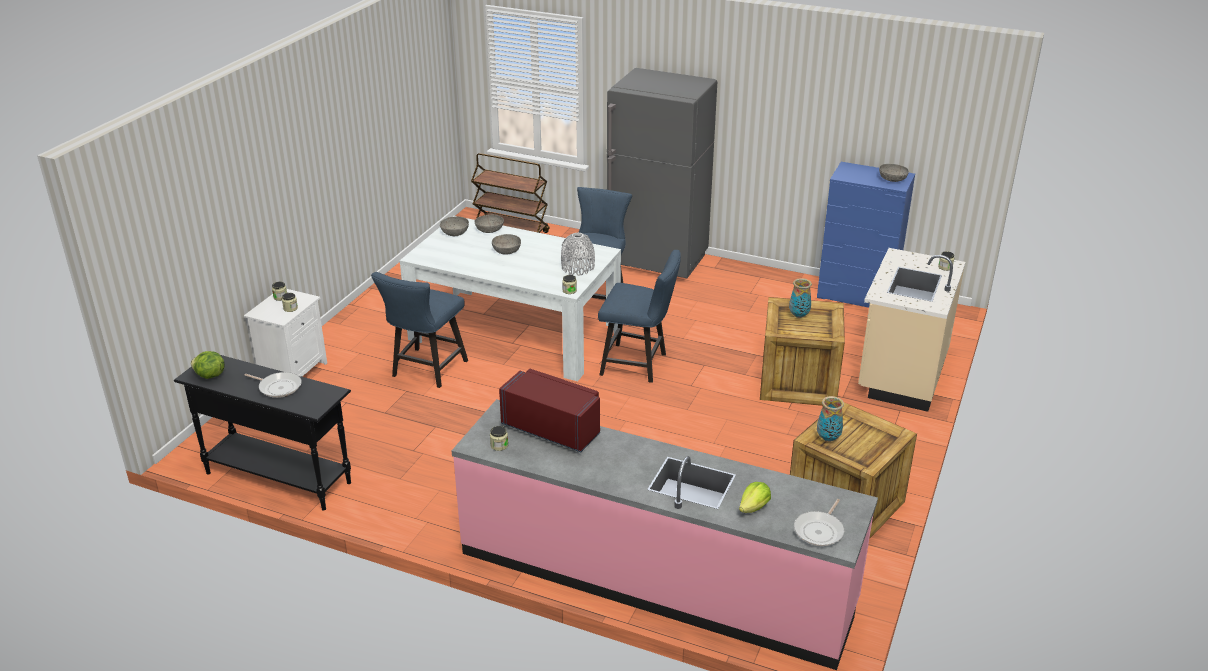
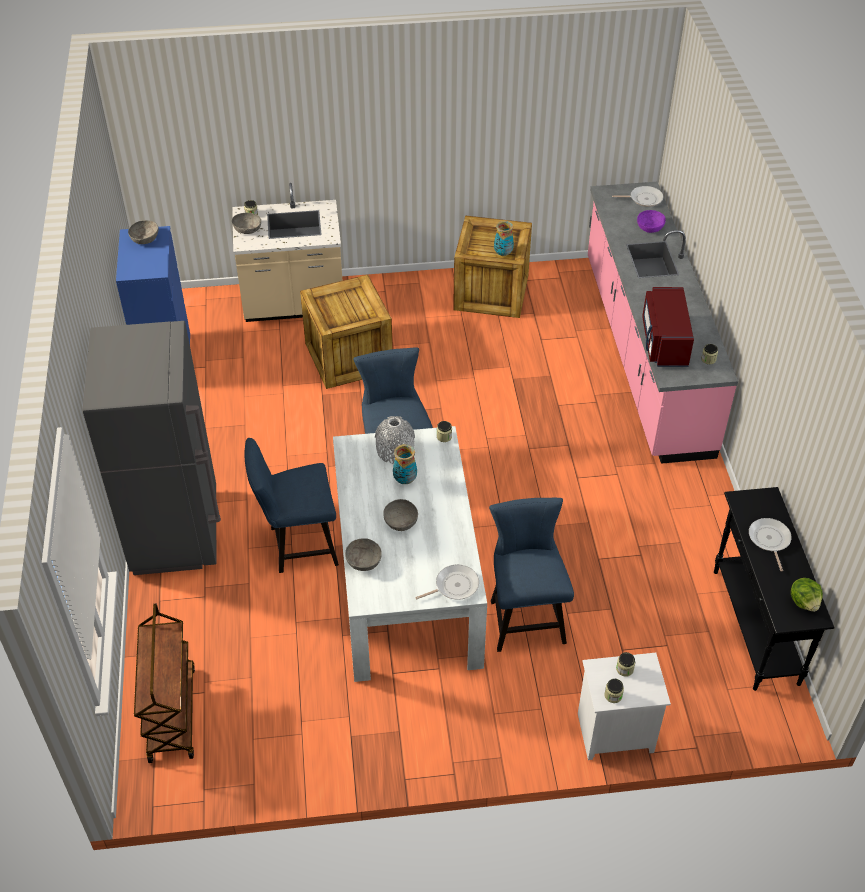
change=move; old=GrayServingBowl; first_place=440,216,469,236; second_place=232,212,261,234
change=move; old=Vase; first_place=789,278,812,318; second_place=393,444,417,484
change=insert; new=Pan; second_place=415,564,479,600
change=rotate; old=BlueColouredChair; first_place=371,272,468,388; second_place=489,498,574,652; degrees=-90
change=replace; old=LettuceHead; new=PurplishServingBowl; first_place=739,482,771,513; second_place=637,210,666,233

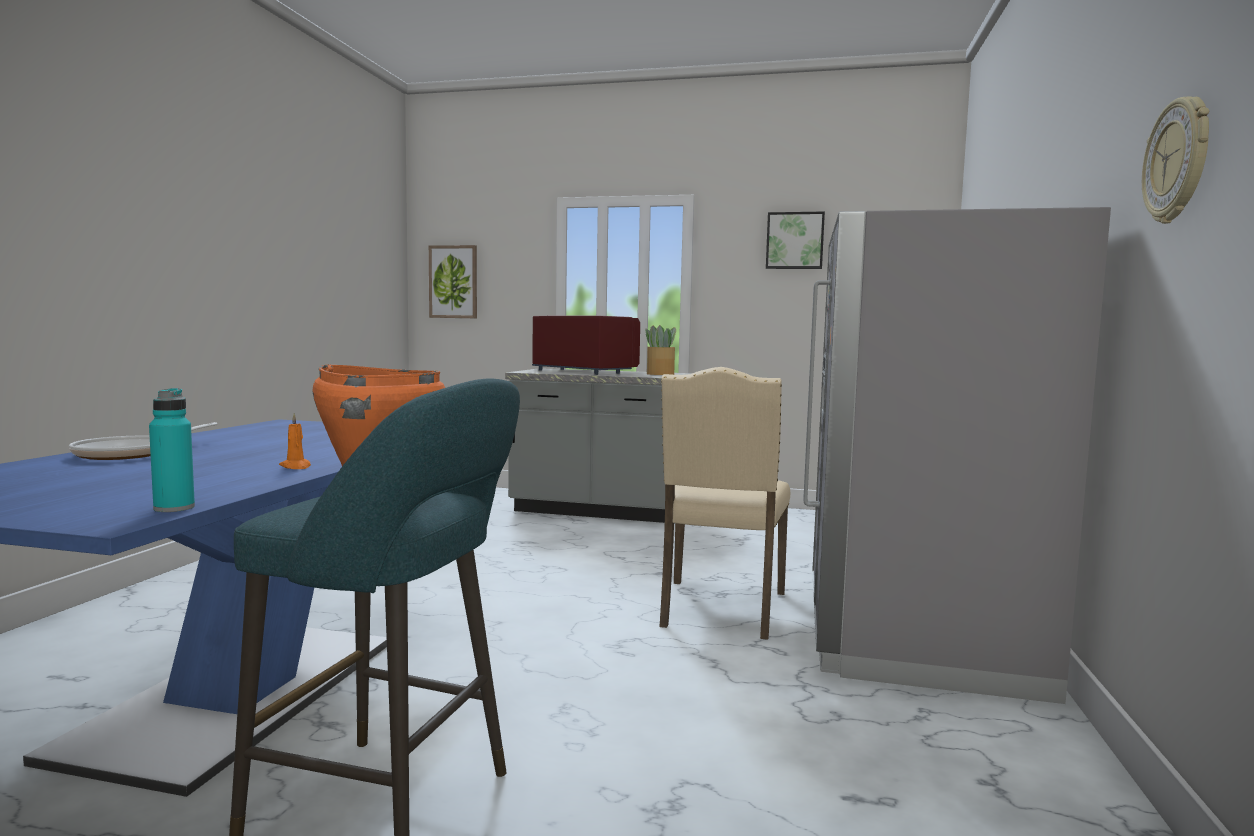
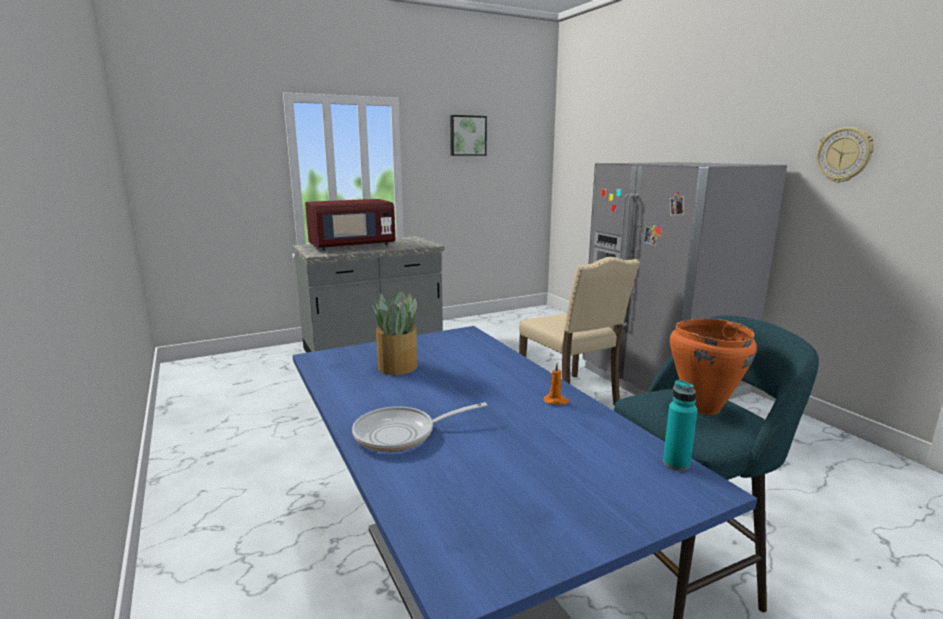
change=rotate; old=RedMicrowaveOven; first_place=532,316,640,375; second_place=305,199,395,250; degrees=150
change=rotate; old=Pan; first_place=69,422,218,460; second_place=352,402,488,452; degrees=90
change=move; old=PlantInAPot; first_place=646,325,676,375; second_place=372,291,417,375
change=delete; old=Picture; first_place=429,245,477,318

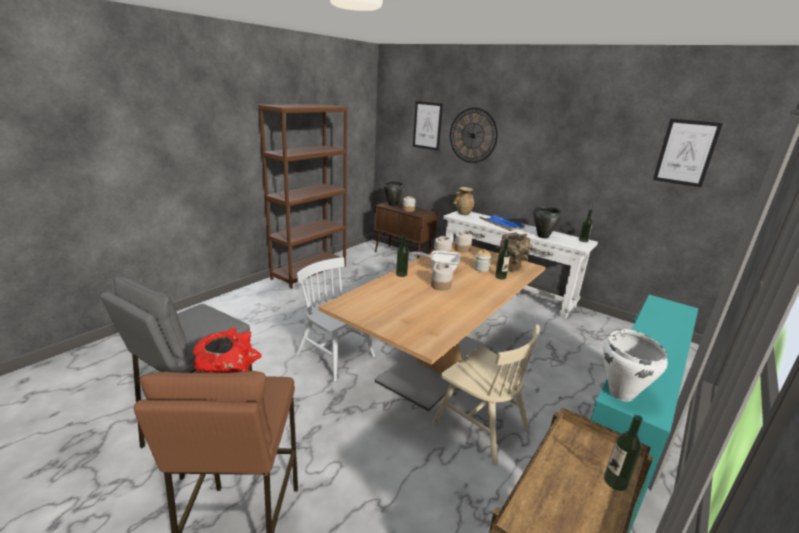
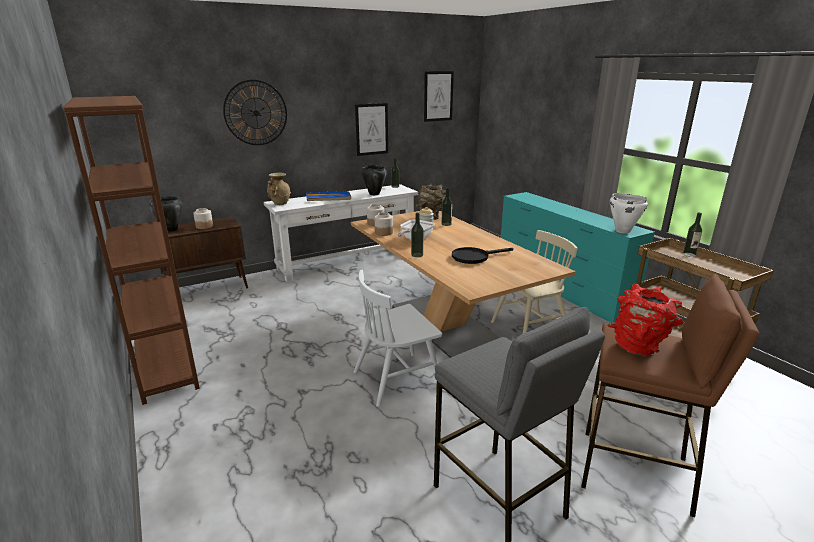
change=move; old=Picture; first_place=413,101,443,151; second_place=355,103,388,156
change=insert; new=BlackColouredPan; second_place=452,247,514,264
change=delete; old=Jar; first_place=431,263,453,291

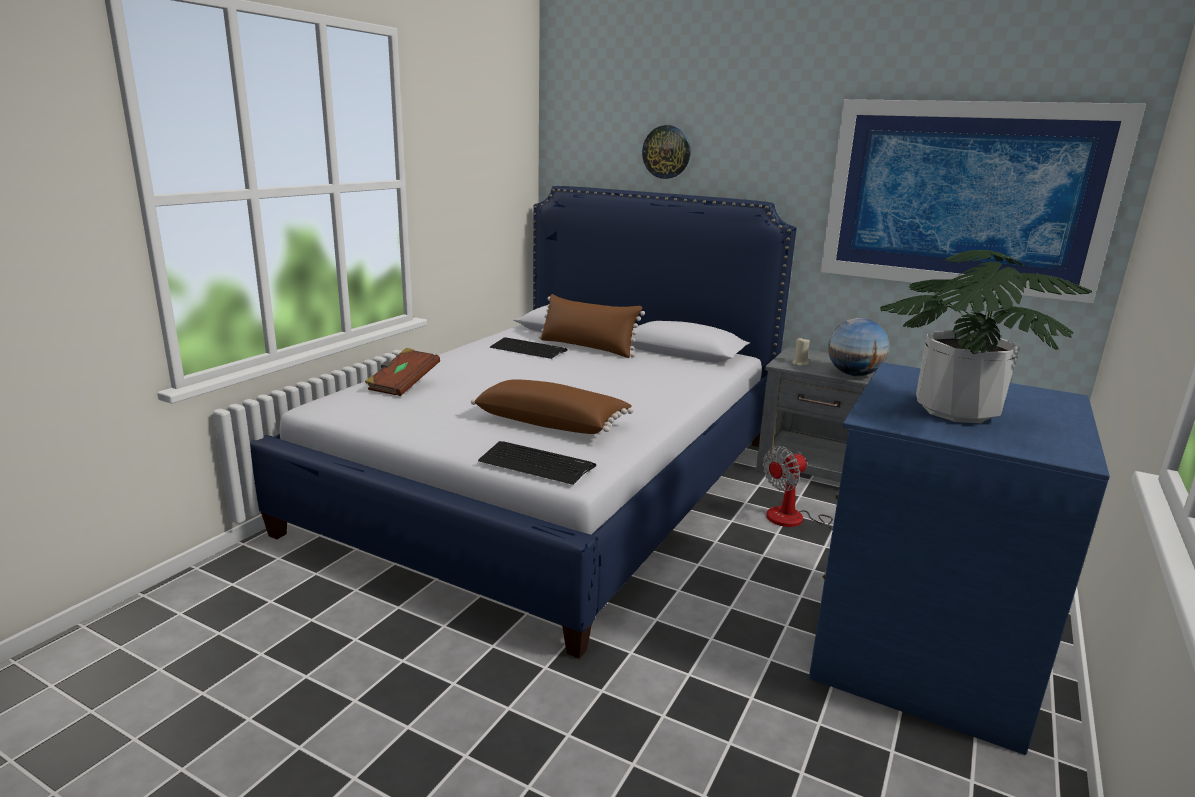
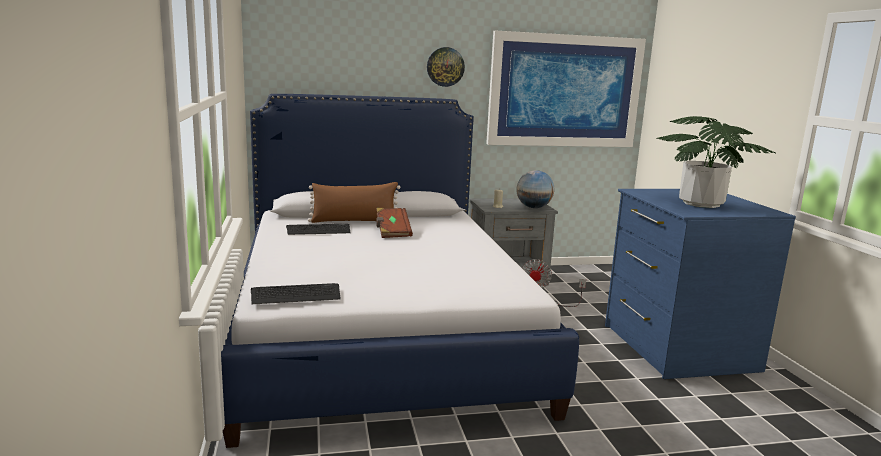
change=move; old=PcKeyboard; first_place=478,441,596,485; second_place=251,283,341,304
change=move; old=BrownishBoundBook; first_place=365,348,440,396; second_place=376,208,413,238
change=move; old=WallClock; first_place=642,125,690,179; second_place=427,47,465,87
change=delete; old=BrownishPillow; first_place=471,380,634,434

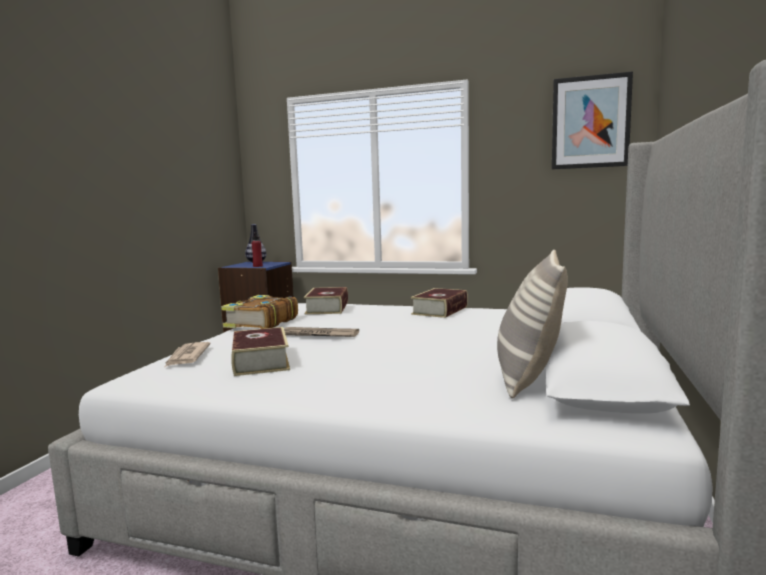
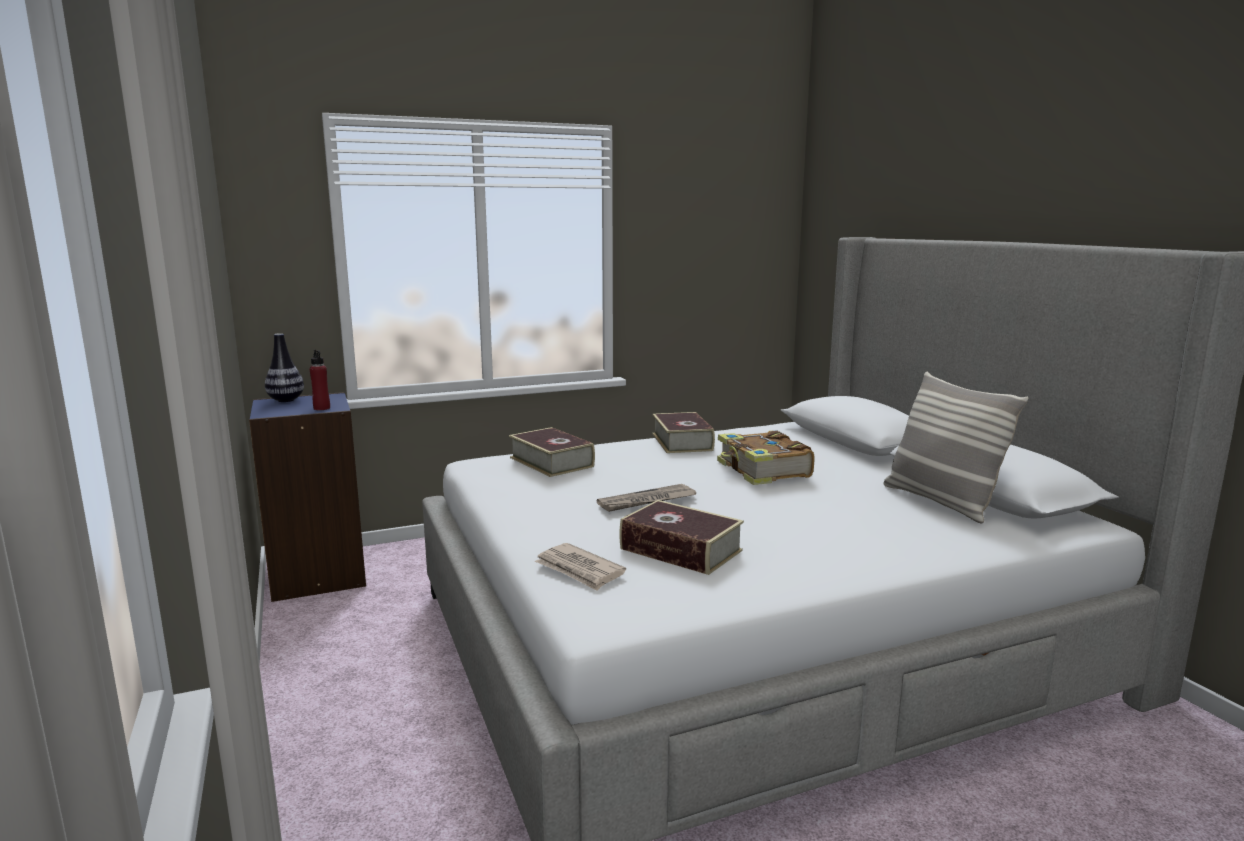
change=move; old=BoundBook; first_place=221,295,298,329; second_place=717,430,814,485
change=delete; old=Picture; first_place=552,71,633,169

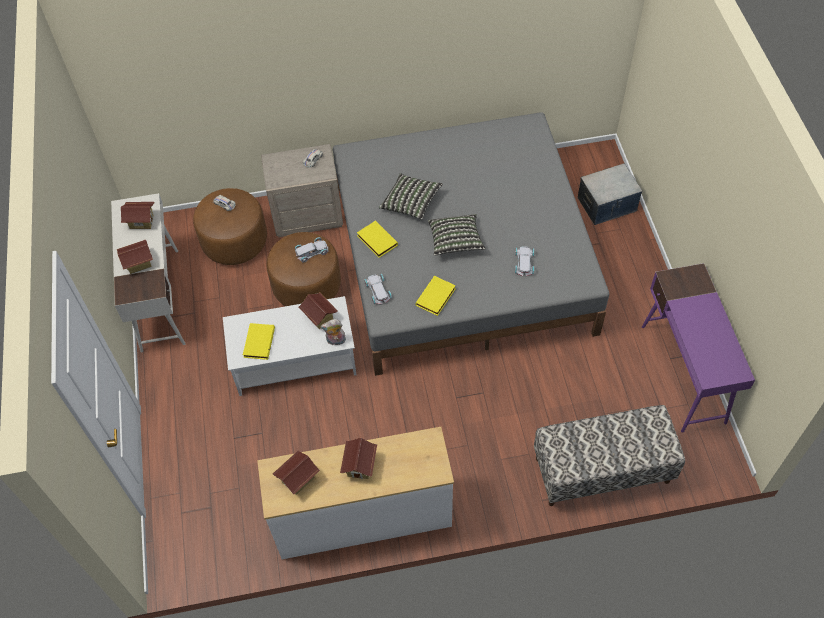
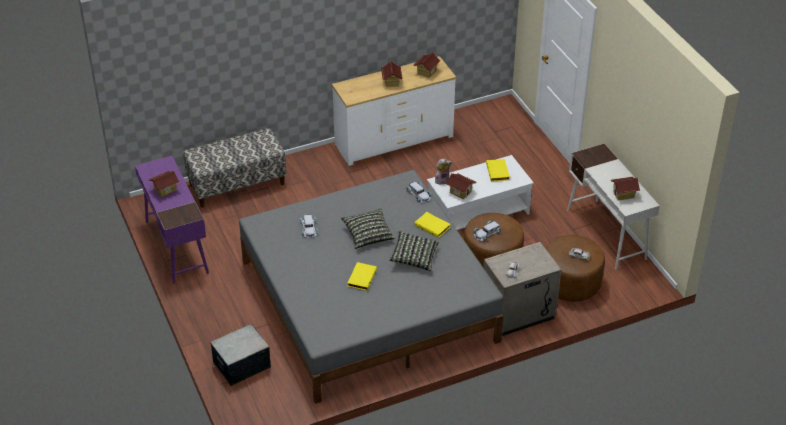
change=move; old=ModelHouse; first_place=117,240,153,274; second_place=149,171,180,198
change=move; old=YellowColouredBoundBook; first_place=415,276,456,316; second_place=347,262,377,291

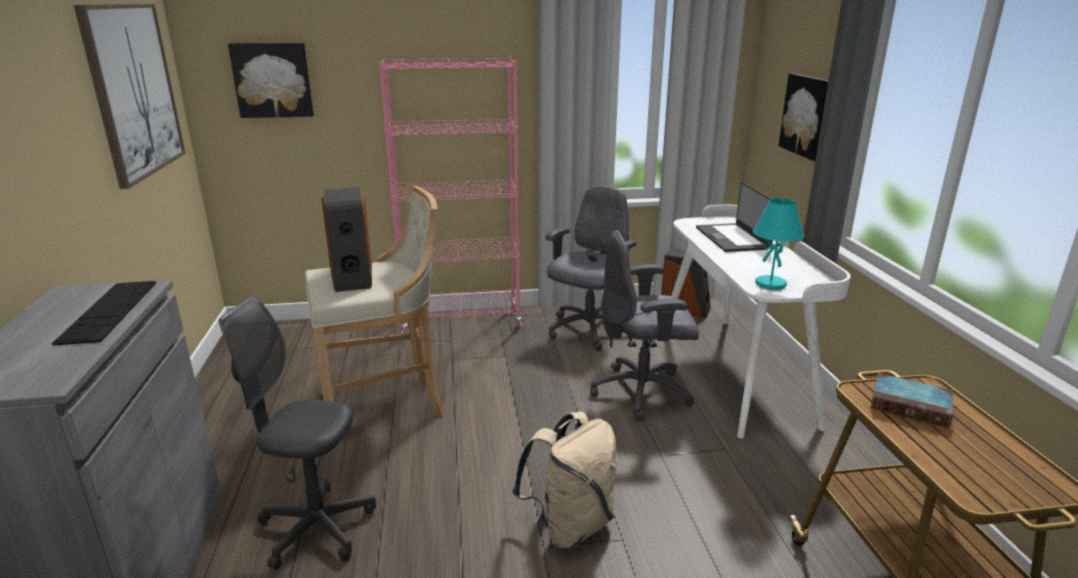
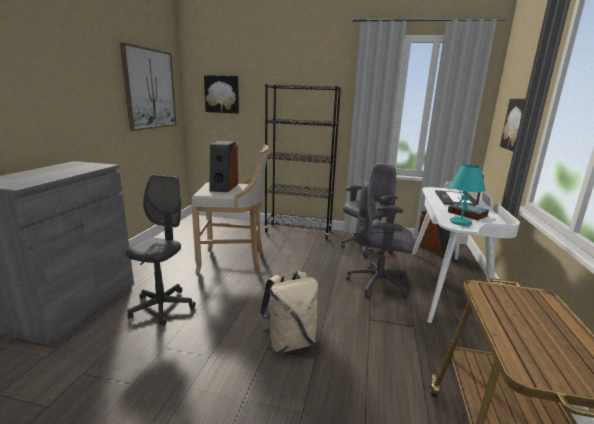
change=rotate; old=GrayDeskChair; first_place=219,296,376,570; second_place=126,175,196,326; degrees=75
change=recolor; old=PinkBookcase; new=BlackColouredBookcase; first_place=379,57,522,334; second_place=264,84,341,240
change=move; old=BoundBook; first_place=871,373,953,428; second_place=448,203,489,220
change=delete; old=PcKeyboard; first_place=52,281,156,345

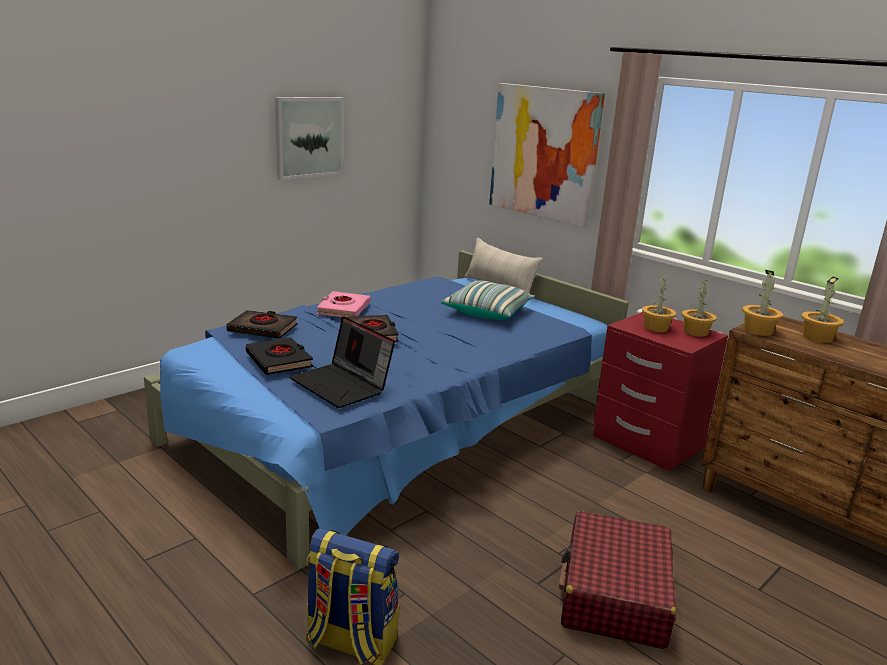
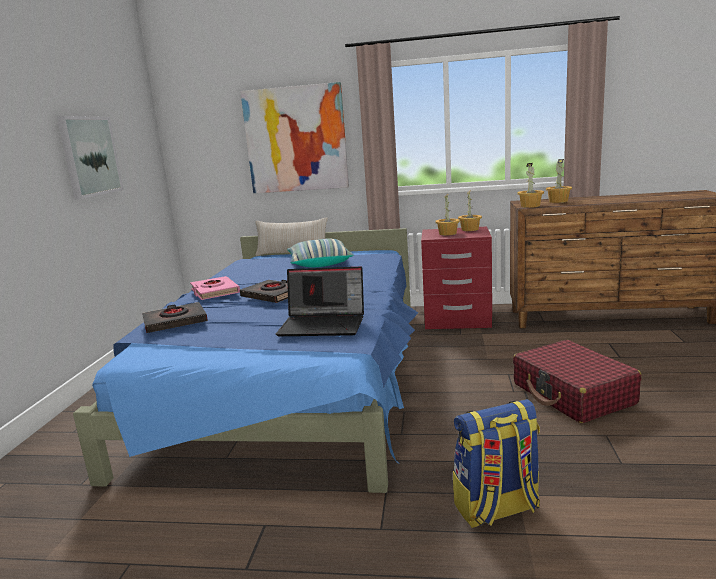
change=delete; old=BlackColouredBoundBook; first_place=246,337,313,375

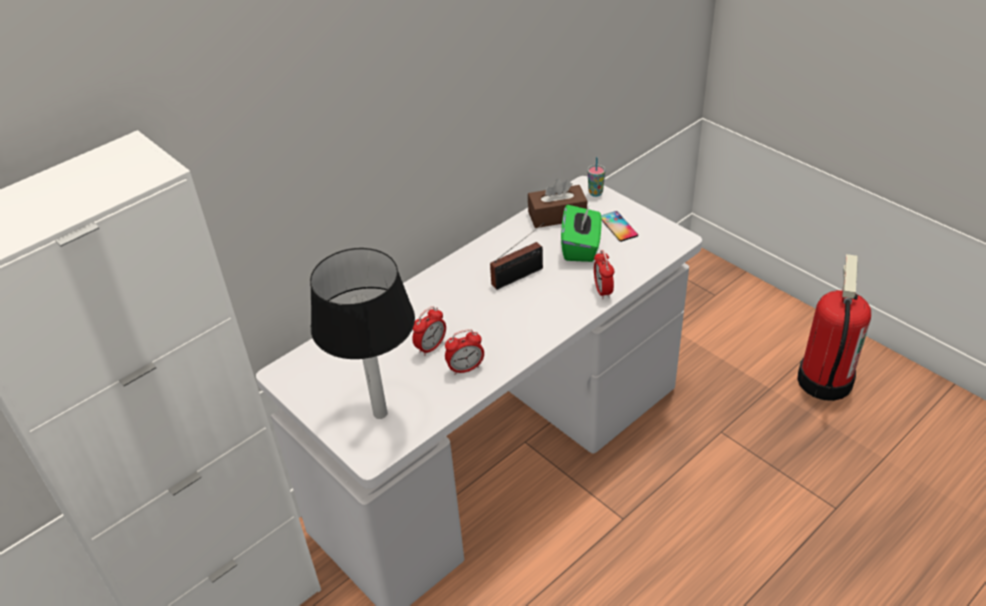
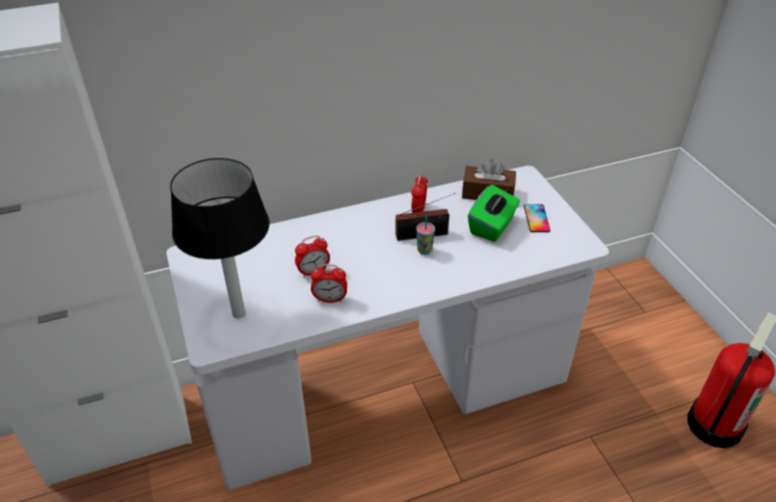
change=move; old=AlarmClock; first_place=594,250,614,299; second_place=411,174,428,213
change=move; old=SmallCup; first_place=587,157,605,197; second_place=416,216,435,255

